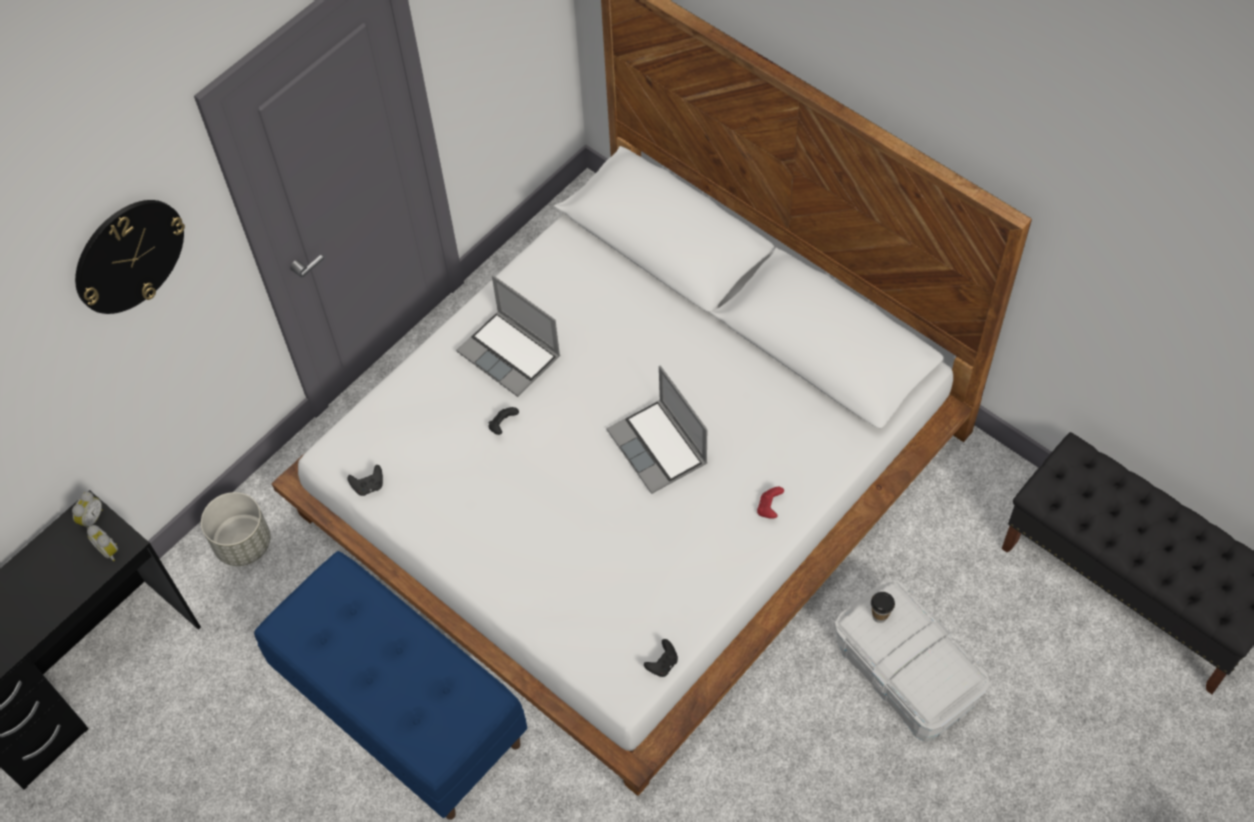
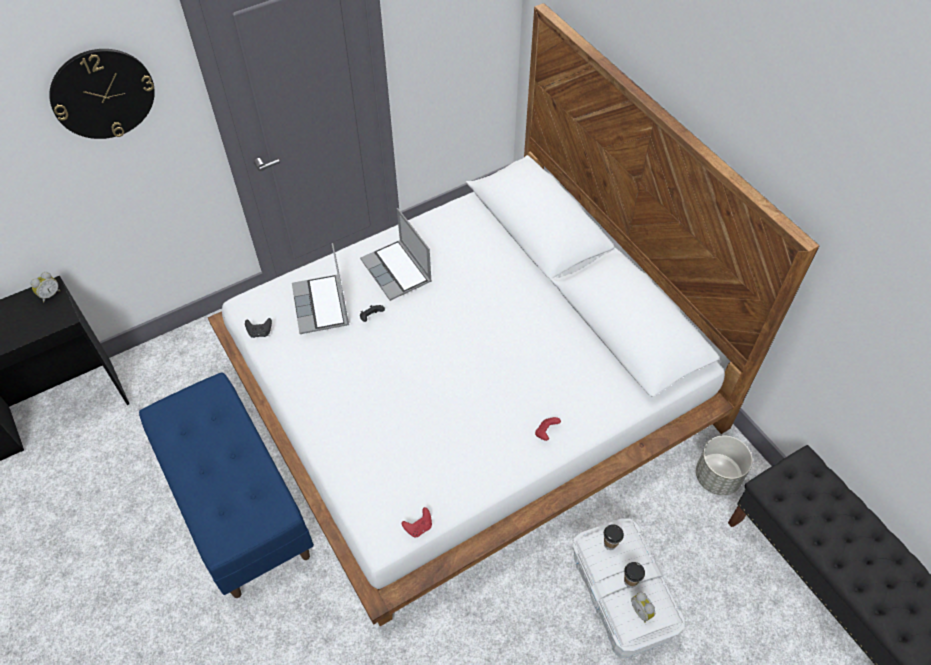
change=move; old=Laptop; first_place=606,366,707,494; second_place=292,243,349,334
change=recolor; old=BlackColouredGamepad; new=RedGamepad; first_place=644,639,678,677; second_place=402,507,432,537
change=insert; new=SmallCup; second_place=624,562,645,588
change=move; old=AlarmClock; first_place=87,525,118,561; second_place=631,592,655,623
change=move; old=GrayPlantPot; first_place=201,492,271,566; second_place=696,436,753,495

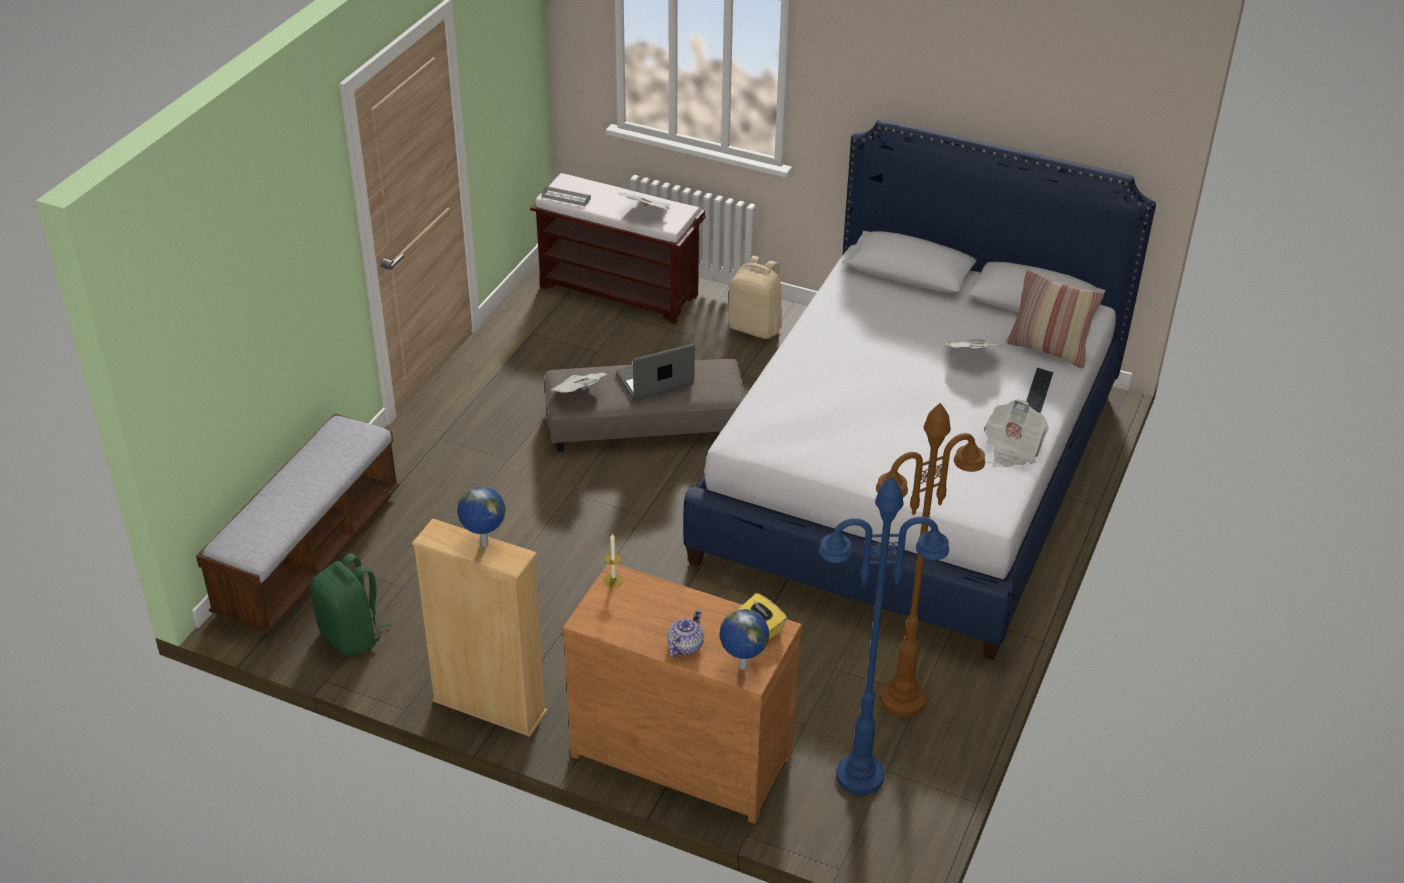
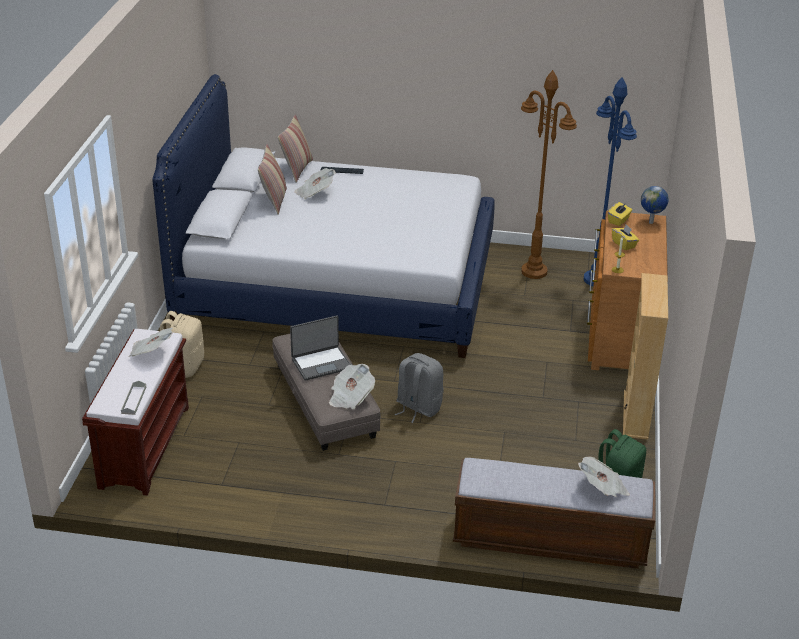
change=insert; new=Pillow; second_place=258,144,287,215
change=rotate; old=Laptop; first_place=616,344,695,401; second_place=290,316,351,381; degrees=-75
change=insert; new=GrayRucksack; second_place=394,353,444,423
change=move; old=PrintedPaper; first_place=984,400,1049,467; second_place=578,456,630,497
change=insert; new=YellowColouredTissueHolder; second_place=612,225,639,250
change=delete; old=Globe; first_place=457,486,505,547
change=delete; old=PotForTea; first_place=667,609,704,657

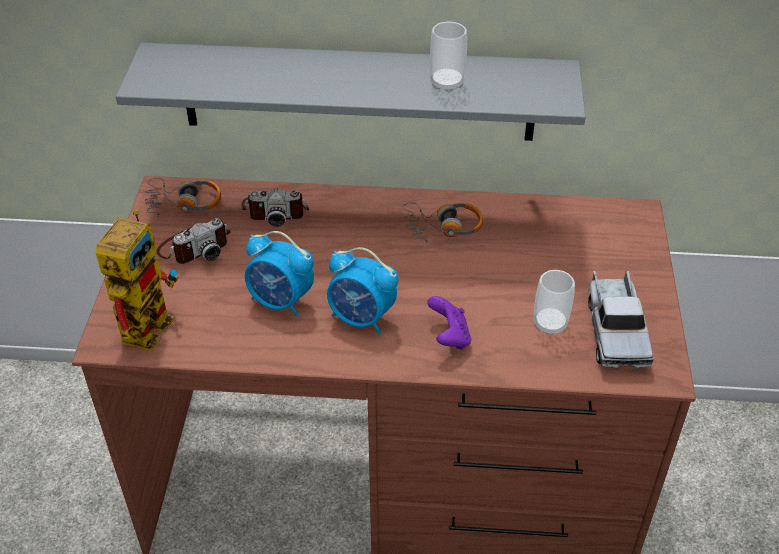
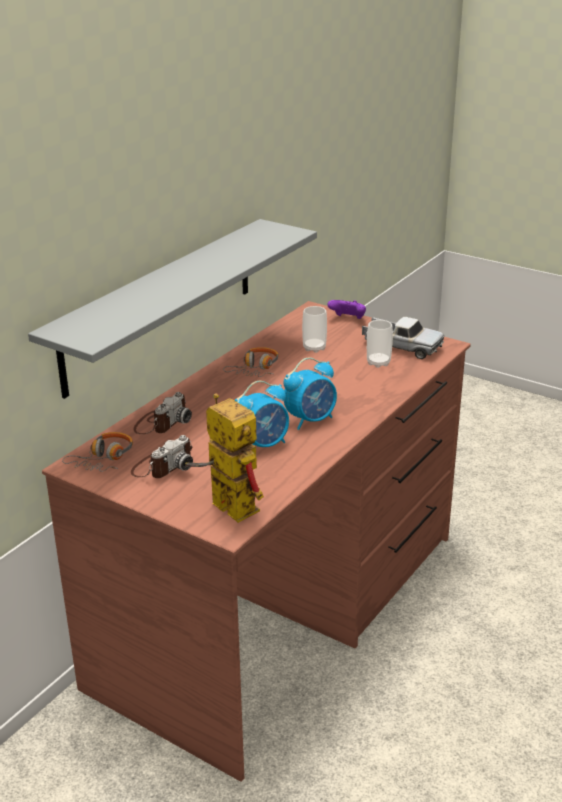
change=rotate; old=StillCamera; first_place=156,218,230,264; second_place=131,435,193,478; degrees=45
change=move; old=SmallCup; first_place=430,22,467,92; second_place=302,306,327,353
change=move; old=PurplishGamepad; first_place=427,296,471,350; second_place=328,300,366,319

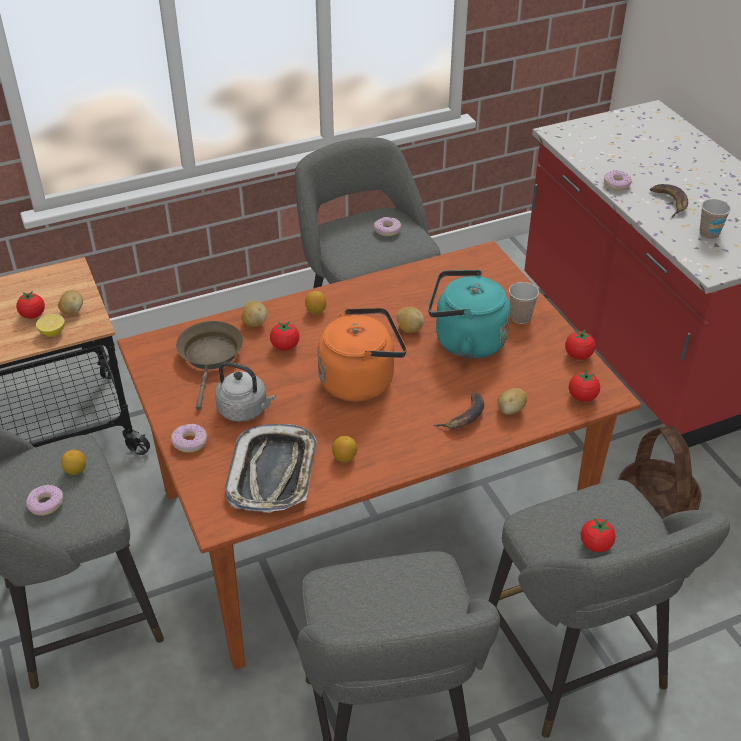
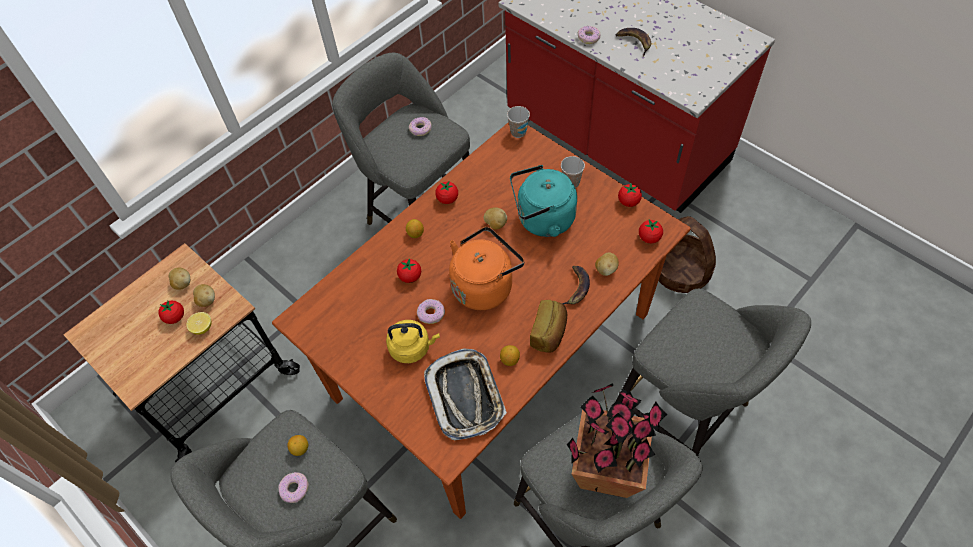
change=move; old=WholePotato; first_place=241,301,267,327; second_place=169,268,190,290
change=recolor; old=GrayTeaKettle; new=YellowColouredTeaKettle; first_place=215,362,276,422; second_place=386,320,440,363
change=move; old=Donut; first_place=171,424,208,453; second_place=417,299,445,324
change=move; old=WholeTomato; first_place=581,518,616,552; second_place=435,181,458,204
change=move; old=SmallCup; first_place=700,199,731,239; second_place=507,106,530,138
change=insert; new=Bread; second_place=530,300,567,353
change=insert; new=PlantInAPot; second_place=567,383,667,498
change=delete; old=BrownishPan; first_place=176,321,243,410

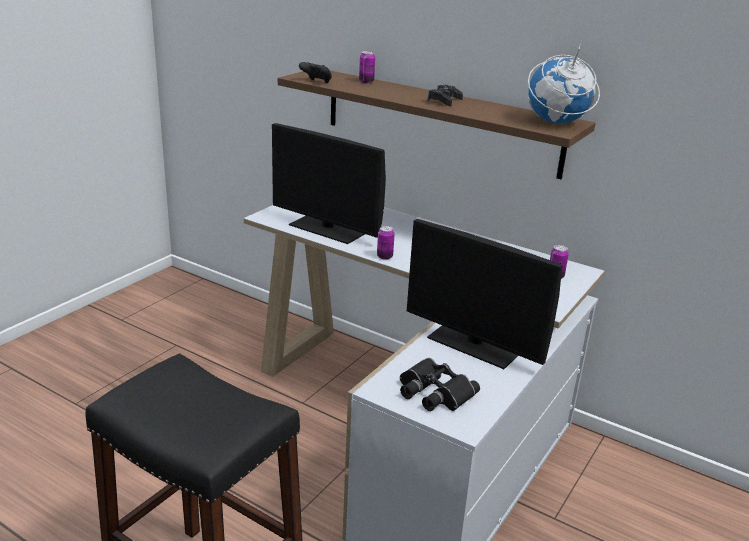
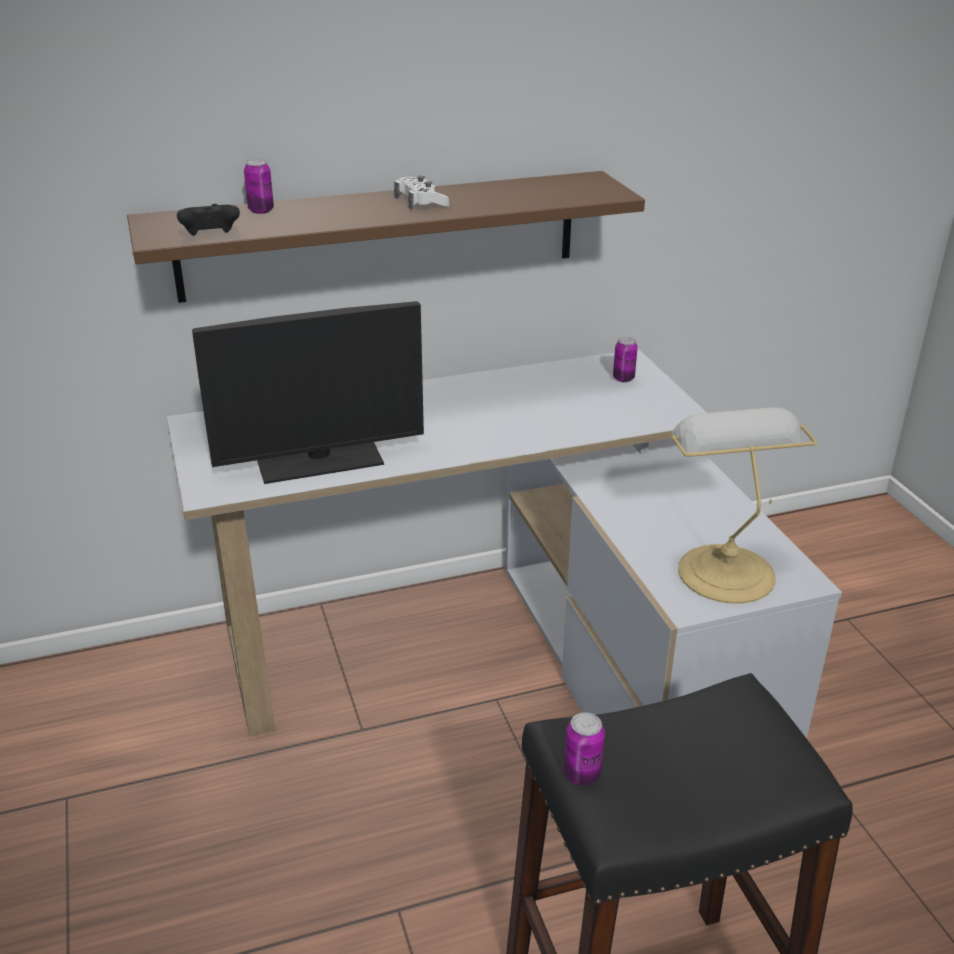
change=recolor; old=BlackColouredGamepad; new=WhiteGamepad; first_place=427,85,463,107; second_place=394,176,449,210
change=move; old=SealedCan; first_place=377,226,395,260; second_place=564,712,605,786
change=replace; old=BlackColouredFieldGlasses; new=TableLamp; first_place=400,358,480,411; second_place=672,407,818,603
change=delete; old=ComputerDisplay; first_place=407,219,562,369
change=delete; old=Globe; first_place=528,46,600,124

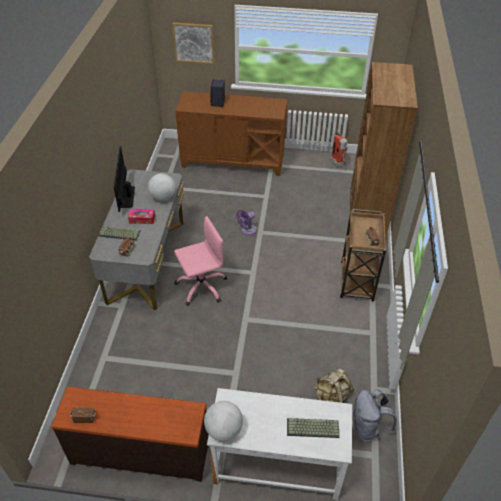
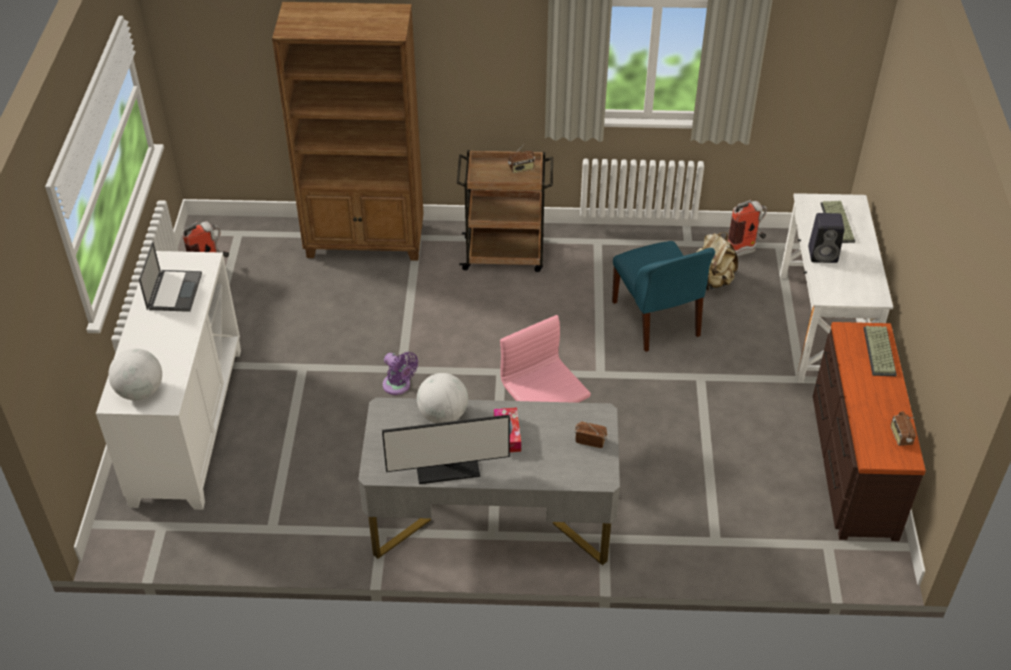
change=recolor; old=BrownishCabinet; new=WhiteCabinet; first_place=175,91,287,176; second_place=96,251,241,510
change=move; old=Globe; first_place=204,401,243,441; second_place=108,348,162,400
change=insert; new=Laptop; second_place=139,241,202,312
change=insert; new=BlueColouredChair; second_place=612,241,715,352
change=replace; old=GrayRucksack; new=FireExtinguisher; first_place=352,390,397,442; second_place=728,200,767,257
change=move; old=BlackColouredSpeaker; first_place=210,79,225,107; second_place=808,213,845,263
change=move; old=PcKeyboard; first_place=99,226,141,241; second_place=863,326,897,376
change=delete; old=Picture; first_place=172,23,214,64

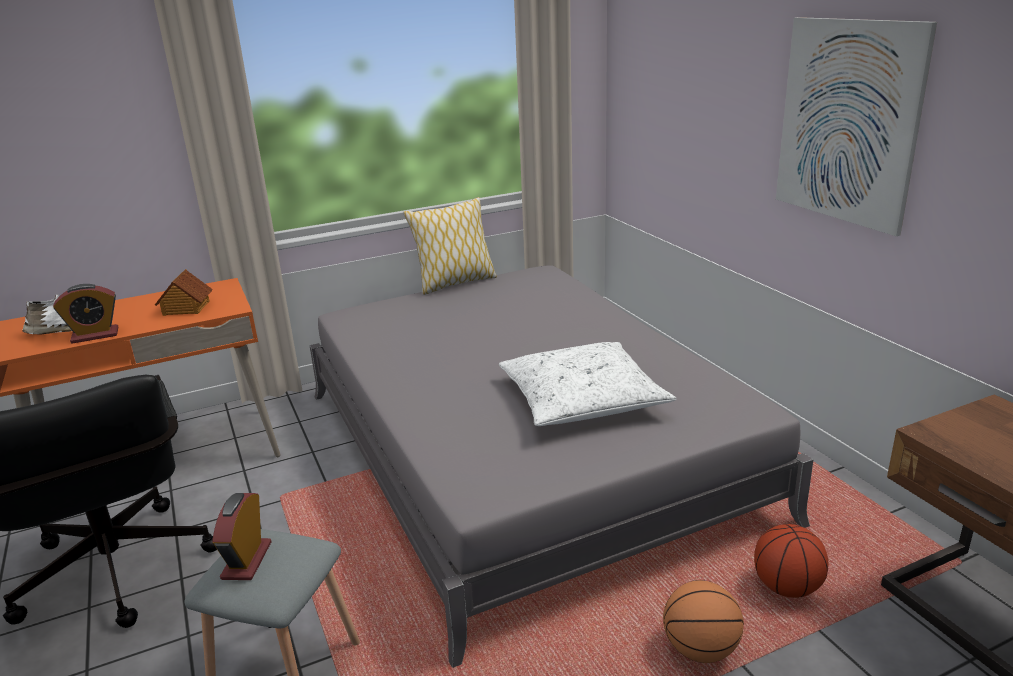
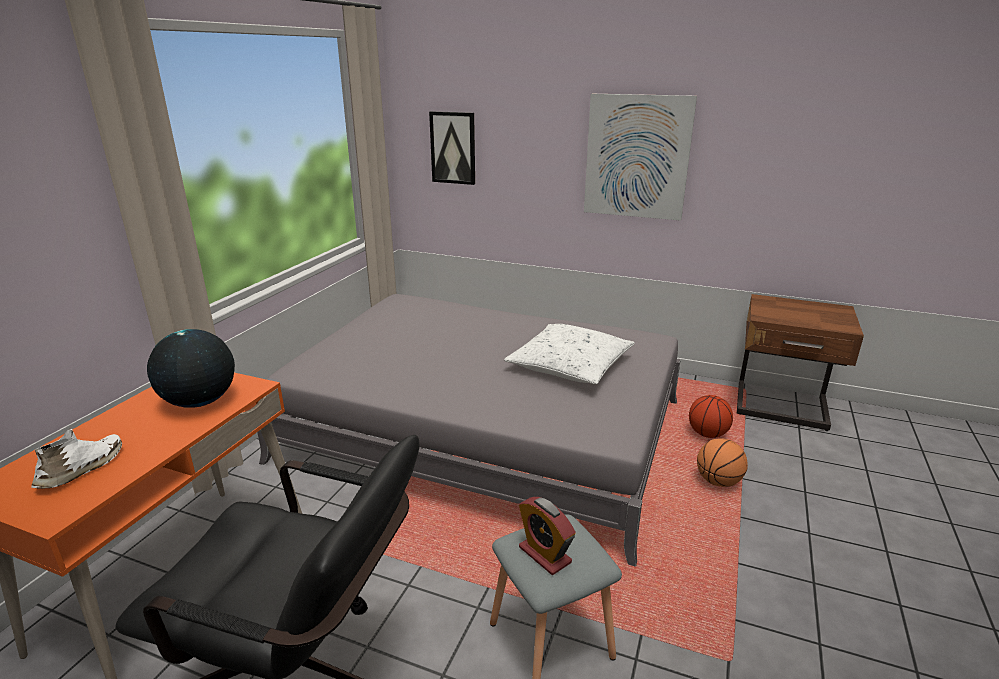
change=replace; old=ModelHouse; new=Globe; first_place=155,269,213,316; second_place=147,329,235,408
change=insert; new=Picture; second_place=429,111,475,185
change=delete; old=AlarmClock; first_place=53,284,118,344
change=delete; old=Pillow; first_place=403,197,497,295

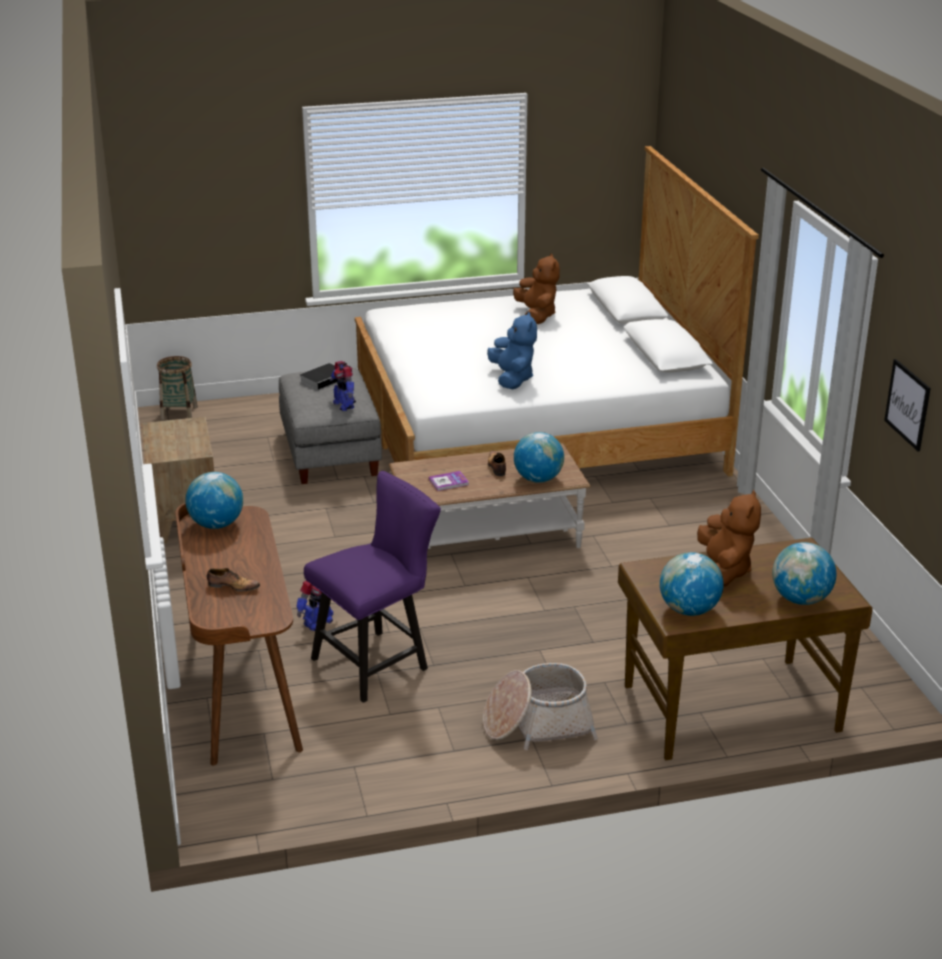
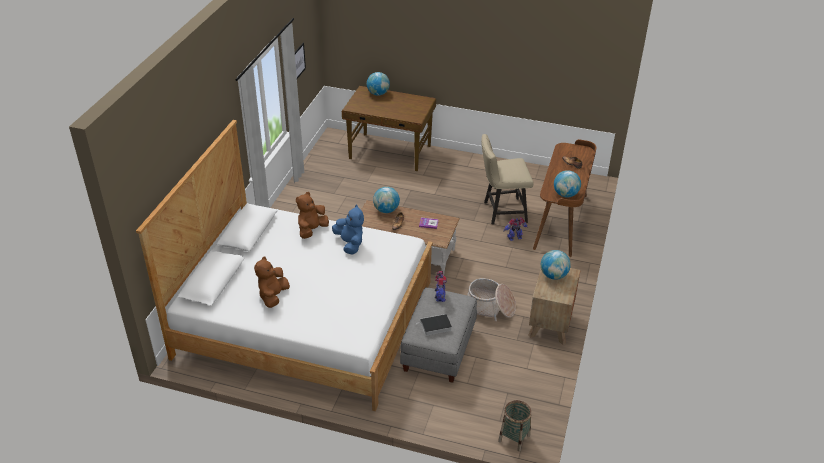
change=move; old=BrownishPlushToy; first_place=697,490,761,587; second_place=296,192,329,239
change=rotate; old=BlueColouredPlushToy; first_place=487,311,537,390; second_place=332,205,364,255; degrees=135
change=move; old=Basket; first_place=483,663,598,750; second_place=467,278,516,321
change=recolor; old=PurplishChair; new=SandColouredChair; first_place=304,471,441,703; second_place=481,134,533,224
change=move; old=Globe; first_place=660,552,724,616; second_place=541,250,571,280

